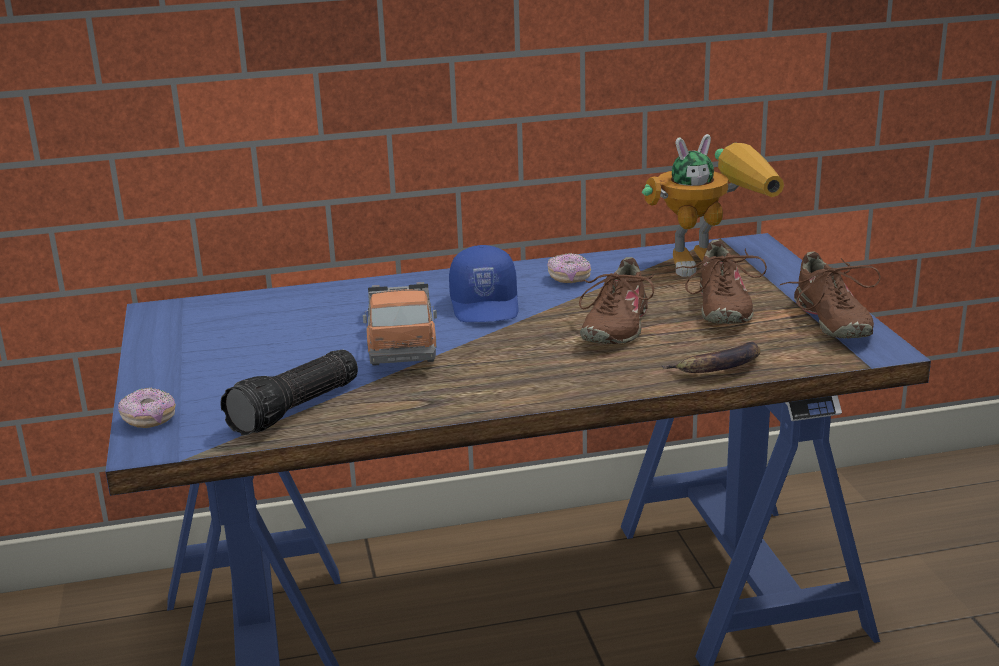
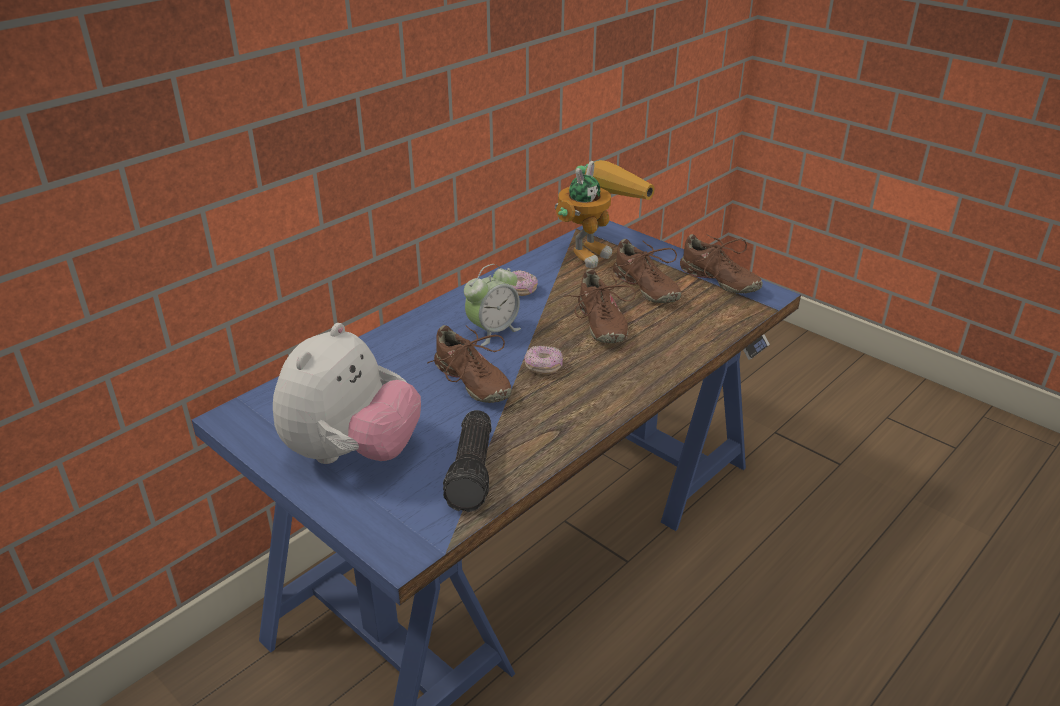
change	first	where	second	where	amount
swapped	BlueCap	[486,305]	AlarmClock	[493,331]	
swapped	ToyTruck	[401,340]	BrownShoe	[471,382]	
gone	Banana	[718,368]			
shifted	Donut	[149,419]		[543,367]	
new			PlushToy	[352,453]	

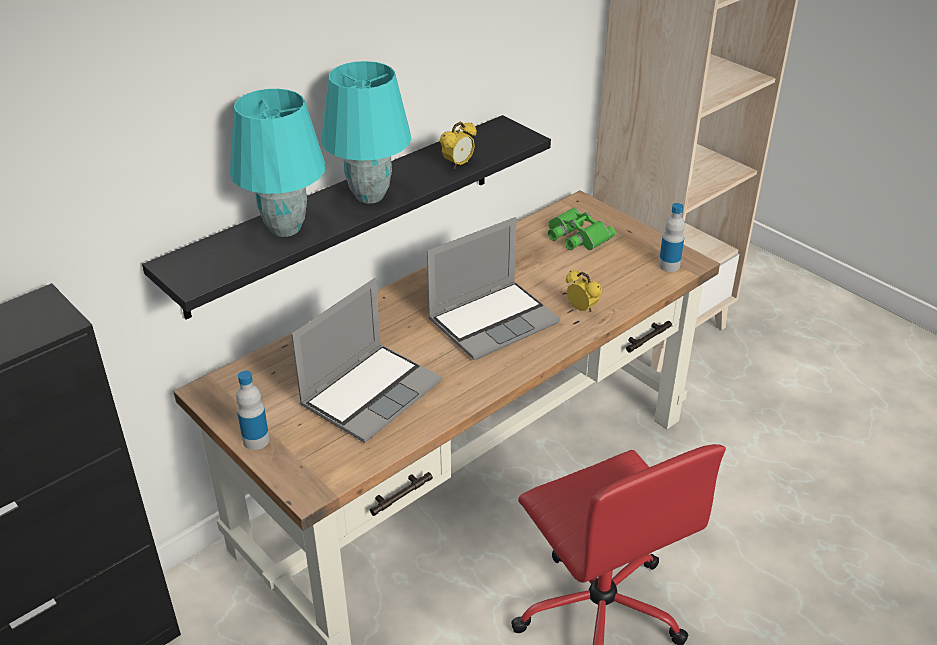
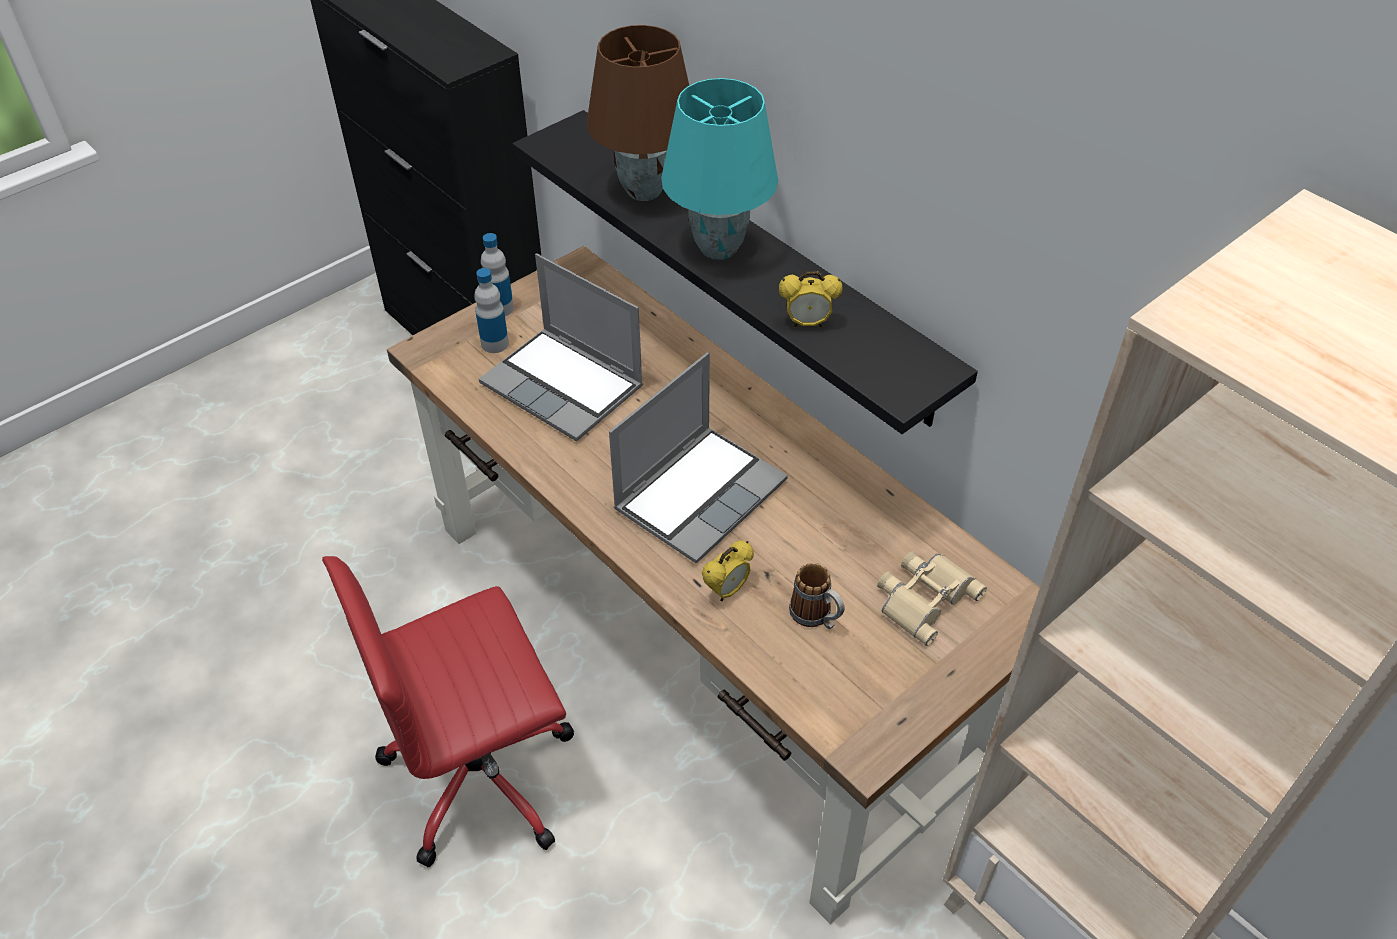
change	first	where	second	where	amount
repainted	TurquoiseTableLamp	[286,228]	BrownTableLamp	[644,192]	
rotated	AlarmClock	[458,164]		[807,323]	45 degrees counterclockwise
shifted	Bottle	[669,266]		[495,343]	
repainted	GreenBinoculars	[576,236]	BeigeBinoculars	[924,597]	
rotated	Laptop	[493,320]		[700,493]	105 degrees counterclockwise
new			Mug	[816,617]	

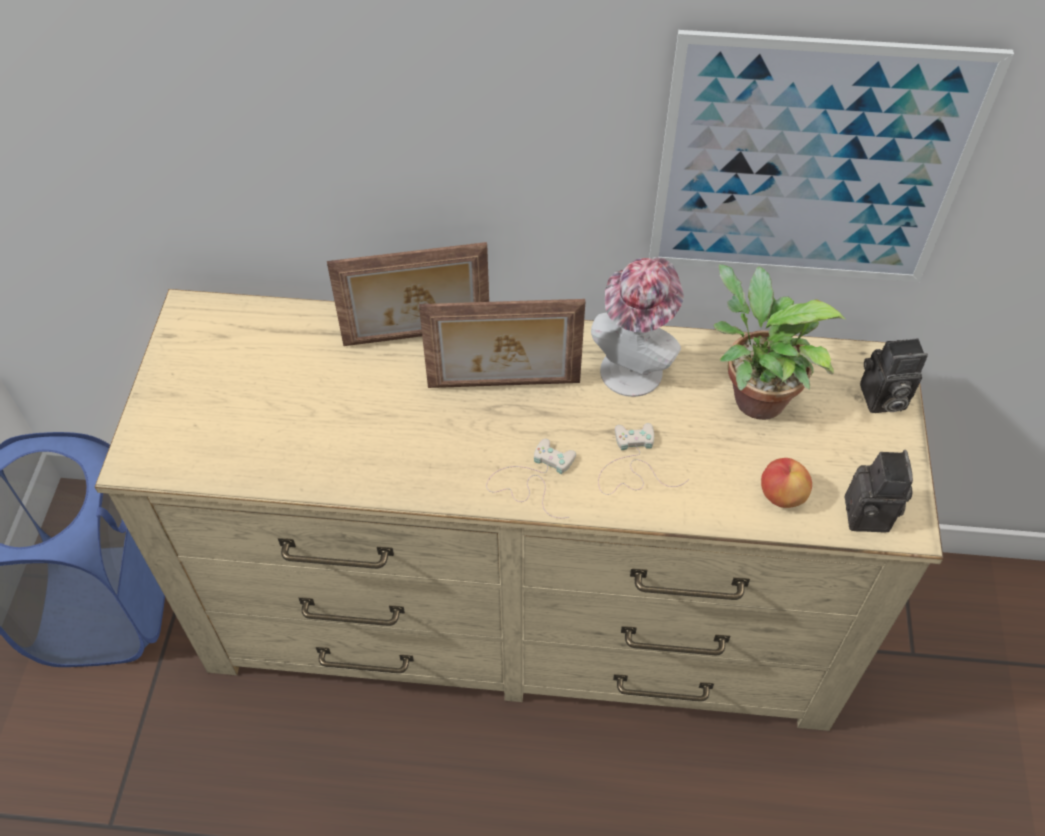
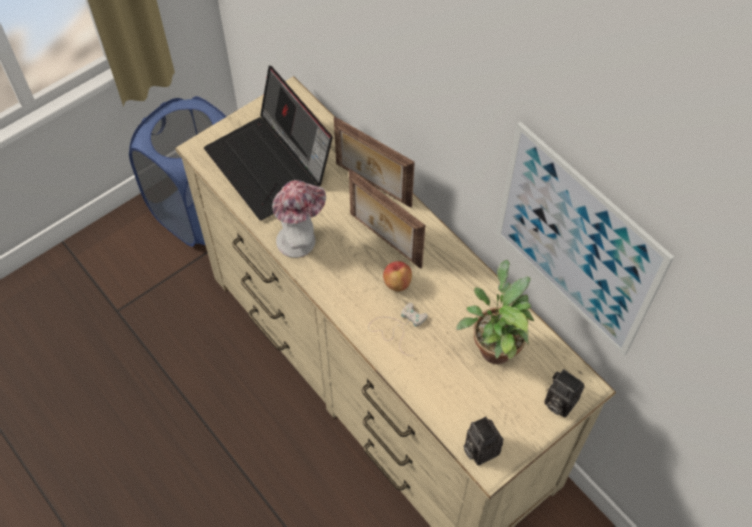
change	first	where	second	where	amount
shifted	Hat	[634,365]		[301,239]	
gone	WhiteGameController	[533,480]			
rotated	PhotoCamera	[871,517]		[479,448]	105 degrees clockwise
shifted	Apple	[781,495]		[397,283]	
new			Laptop	[271,165]	

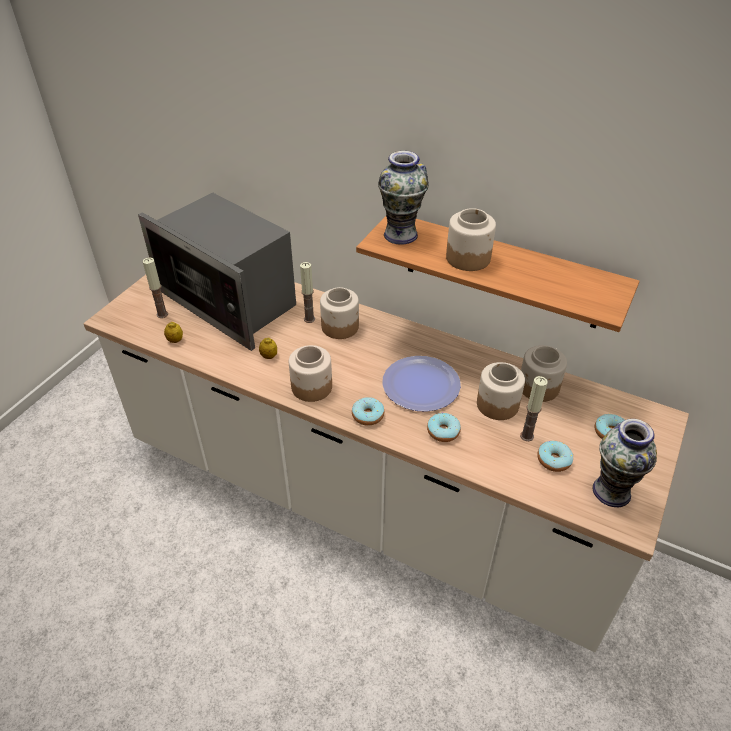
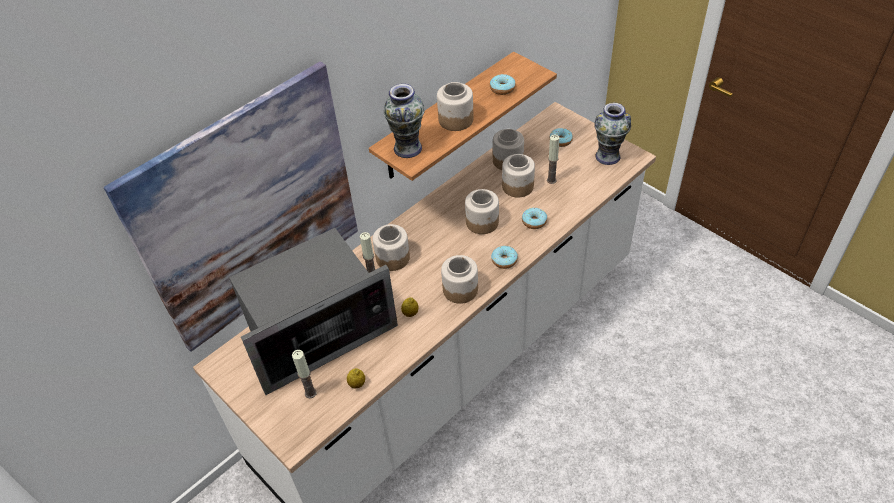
change	first	where	second	where	amount
swapped	Plate	[421,385]	Jar	[482,222]	
shifted	Donut	[554,460]		[502,88]	
new			Picture	[249,210]	

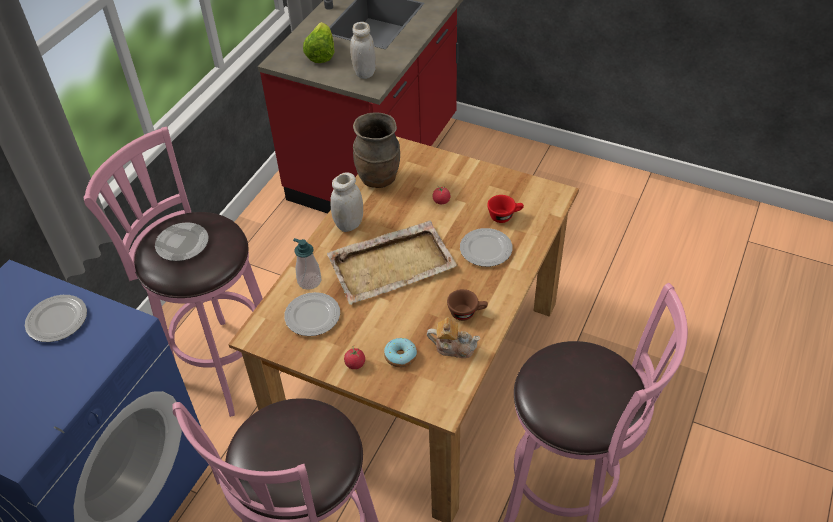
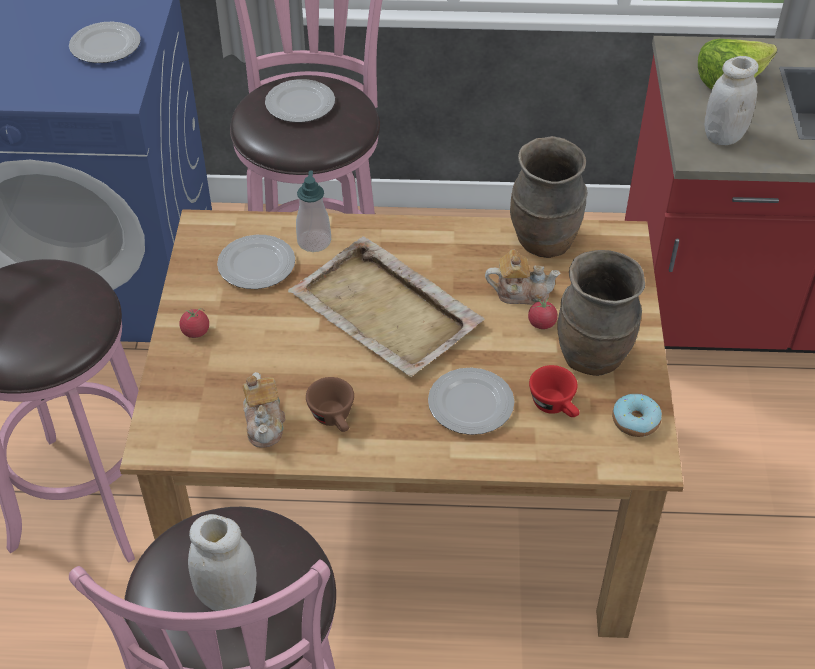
change	first	where	second	where	amount
shifted	WhiteJar	[349,224]		[228,597]	
shifted	Donut	[400,356]		[635,421]	
new			Teapot	[521,292]	
new			BrownVase	[593,358]	

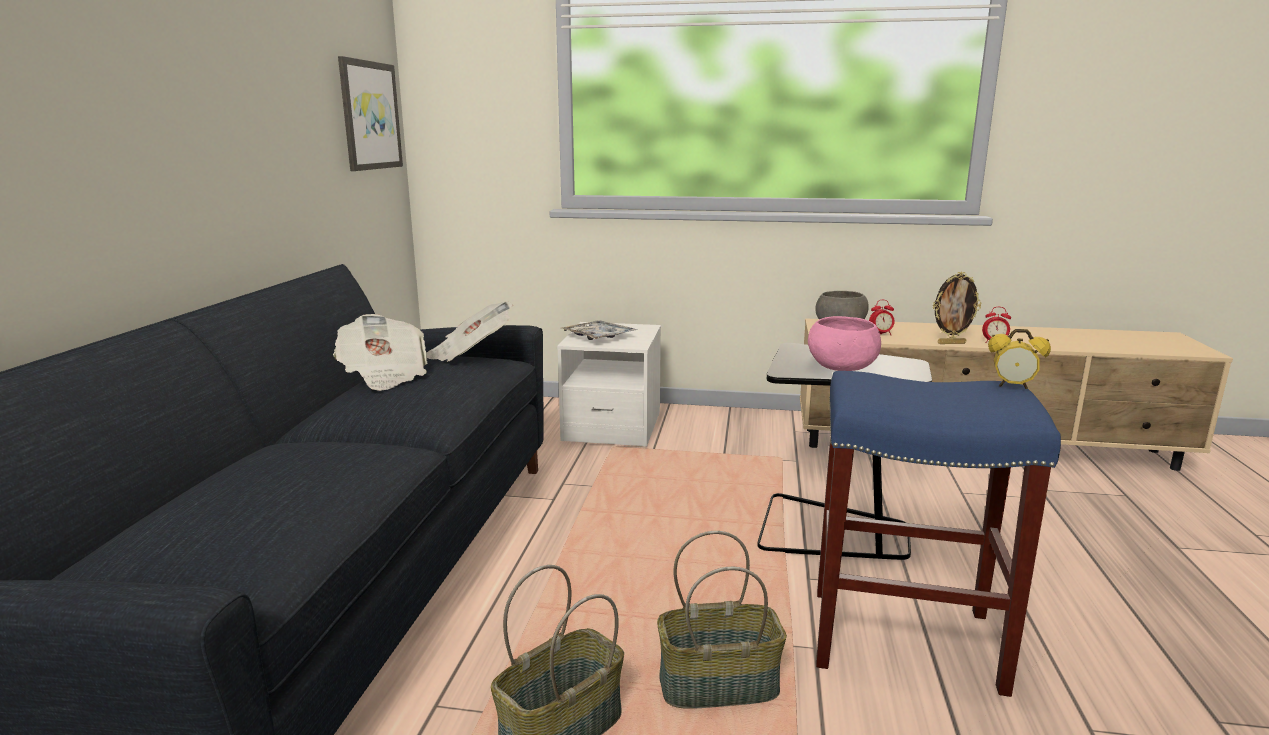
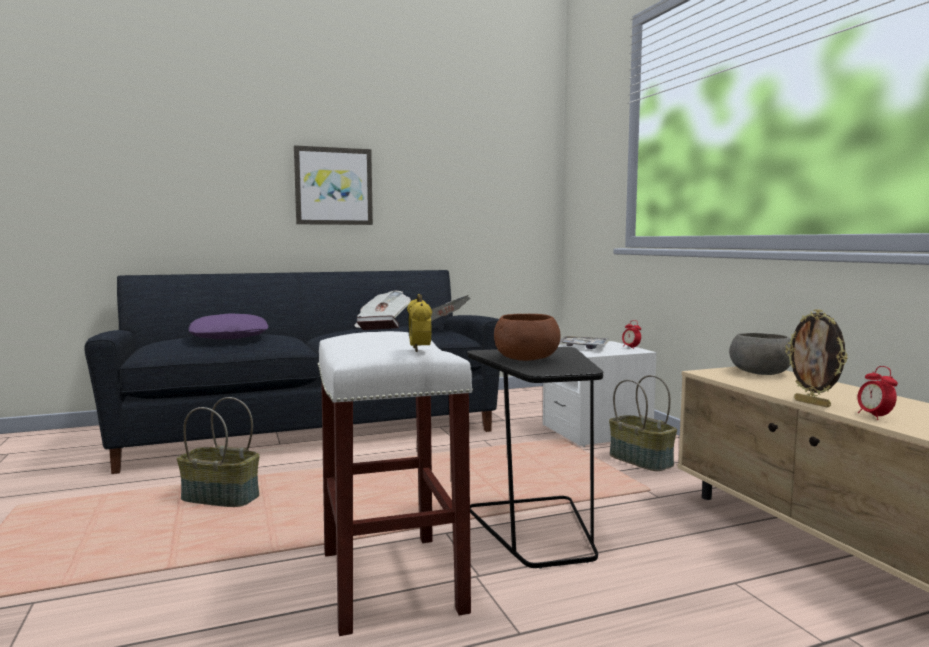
change	first	where	second	where	amount
shifted	Picture	[369,115]		[333,186]	
shifted	AlarmClock	[880,334]		[631,348]	
repainted	PinkBowl	[842,367]	BrownBowl	[525,359]	
repainted	BlueStool	[907,638]	WhiteStool	[392,581]	
shifted	Basket	[719,684]		[642,460]	
new			PurplePillow	[230,337]	
new			Book	[378,331]	

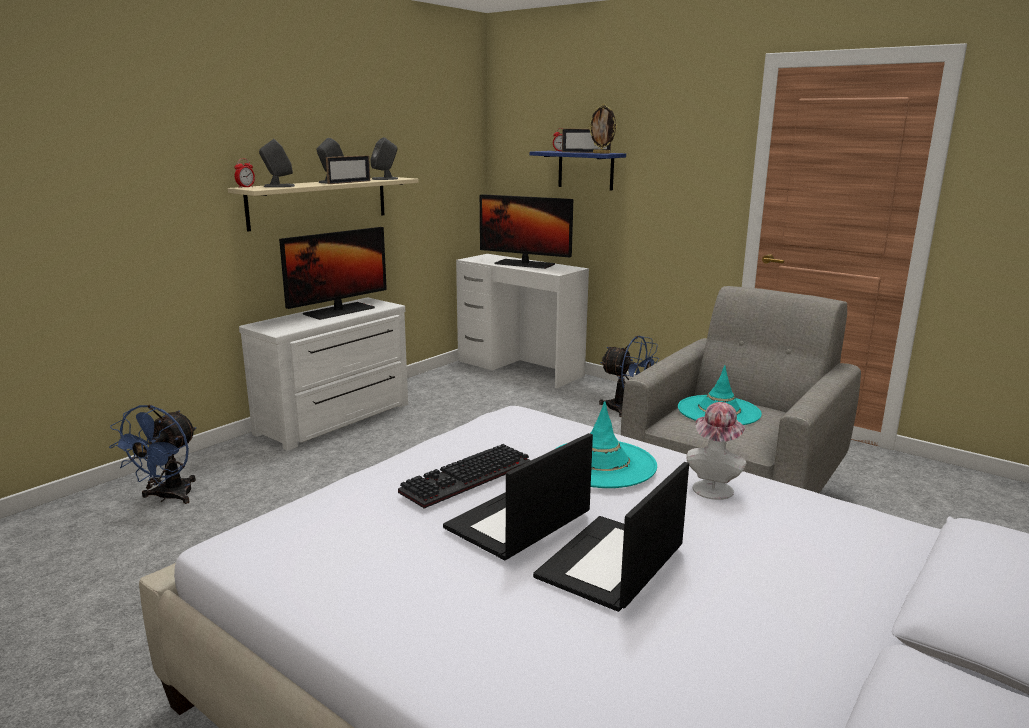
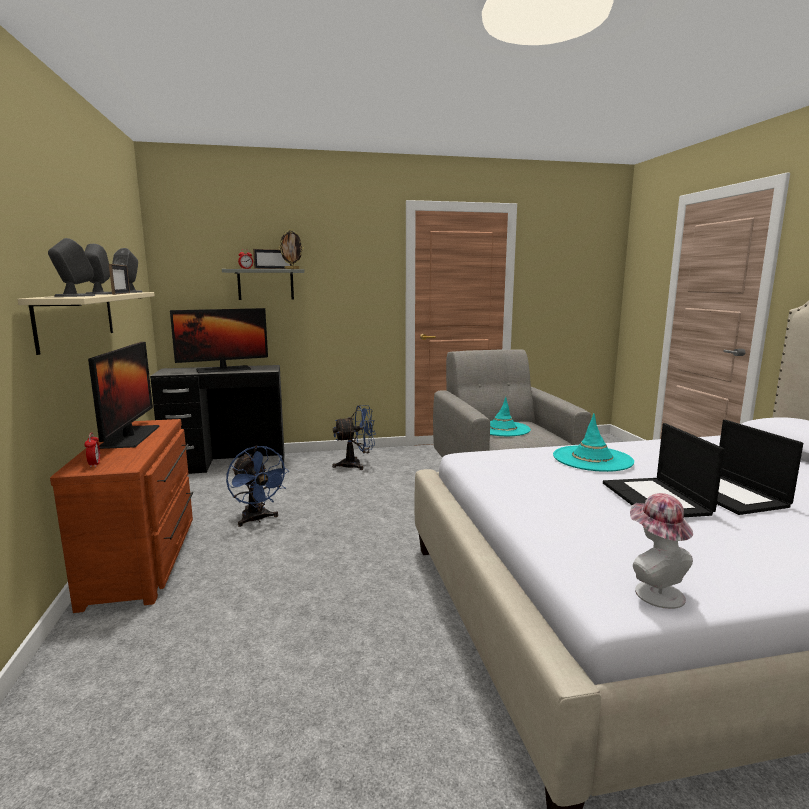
change	first	where	second	where	amount
repainted	BlueShelf	[585,170]	GreyShelf	[265,284]	
shifted	AlarmClock	[245,187]		[94,464]	
repainted	WhiteDesk	[520,368]	BlackDesk	[226,464]	
repainted	WhiteDresser	[337,419]	BrownDresser	[146,558]	
shifted	Hat	[713,487]		[653,591]	
shifted	BlueFan	[168,497]		[257,519]	
gone	Keyboard	[467,480]			

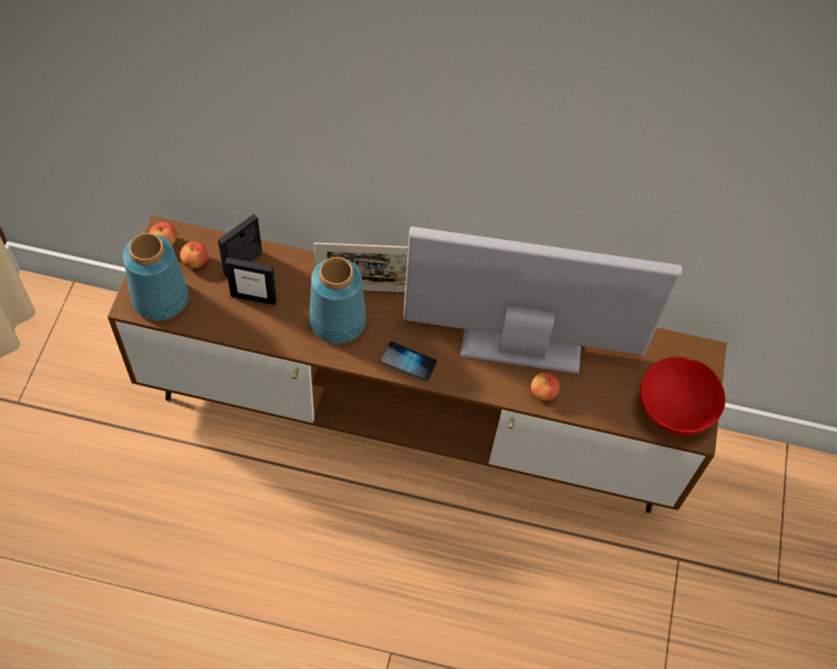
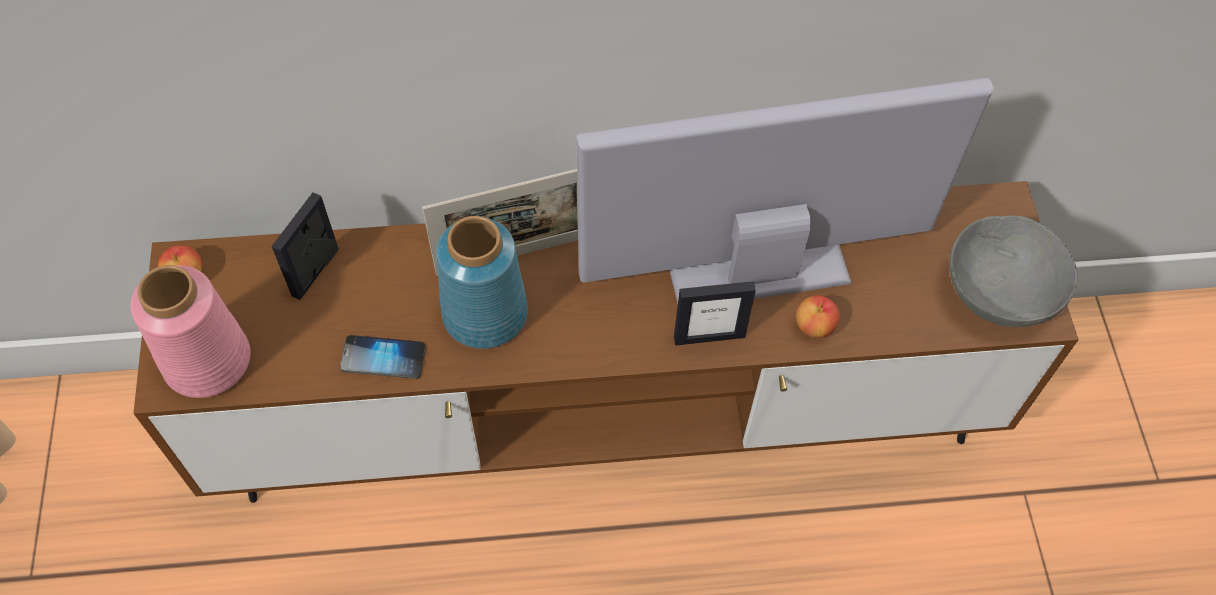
change	first	where	second	where	amount
repainted	BlueVase	[160,297]	PinkVase	[206,360]	
gone	Apple	[195,261]			
shifted	PictureFrame	[253,297]		[709,336]	
shifted	Phone	[408,362]		[383,358]	
repainted	RedBowl	[674,409]	GreyBowl	[998,292]	

